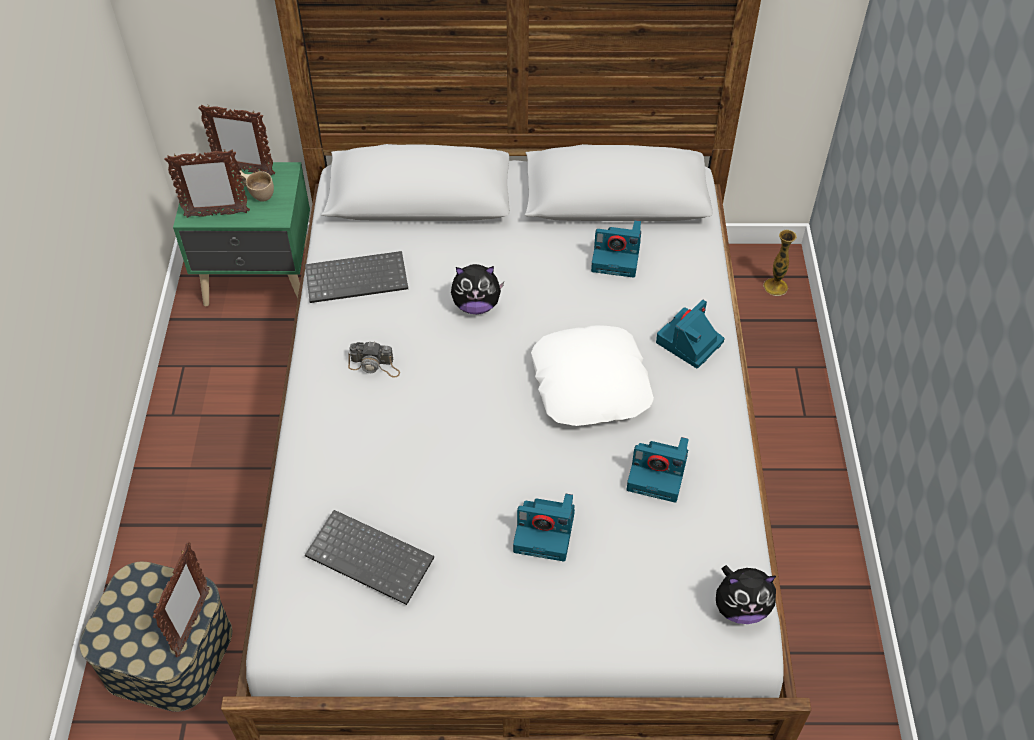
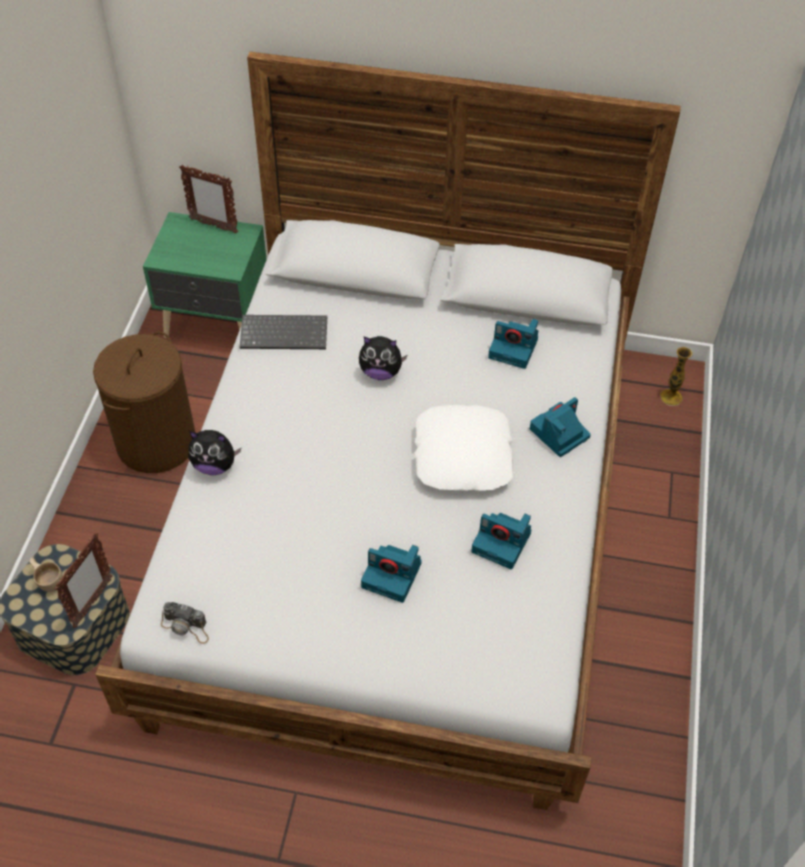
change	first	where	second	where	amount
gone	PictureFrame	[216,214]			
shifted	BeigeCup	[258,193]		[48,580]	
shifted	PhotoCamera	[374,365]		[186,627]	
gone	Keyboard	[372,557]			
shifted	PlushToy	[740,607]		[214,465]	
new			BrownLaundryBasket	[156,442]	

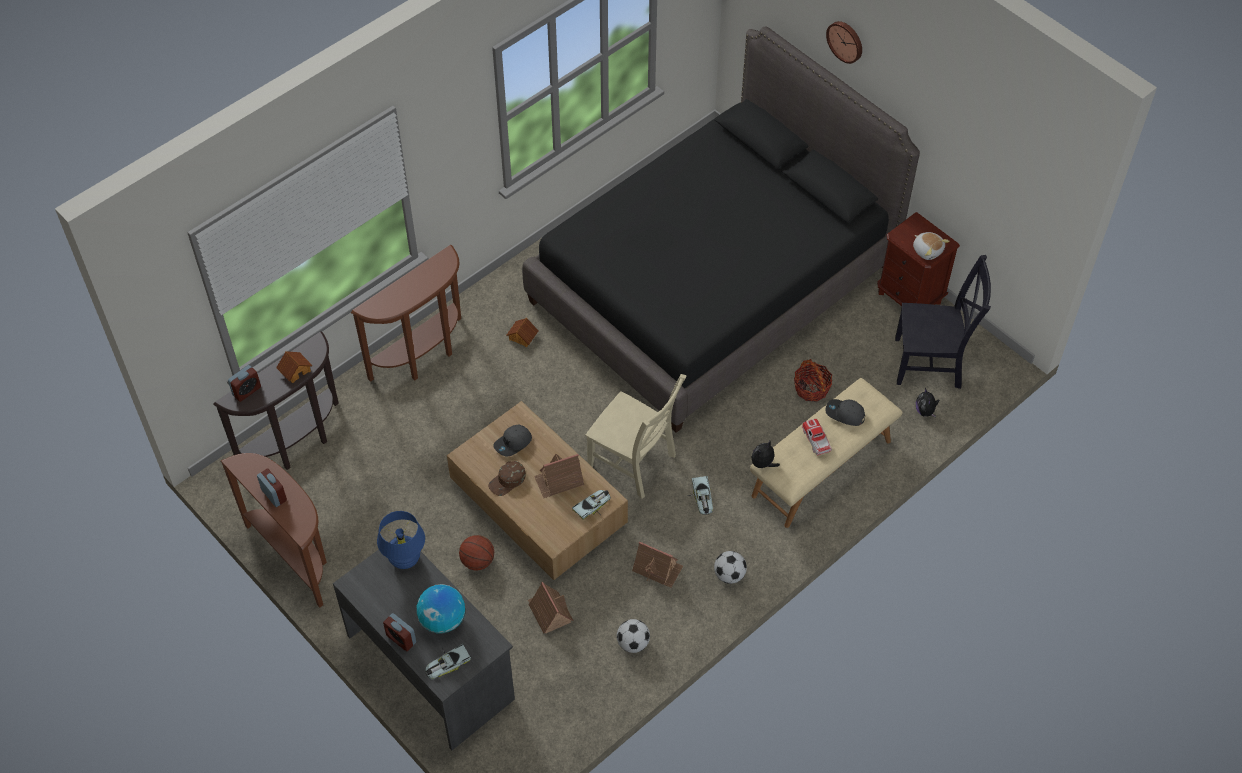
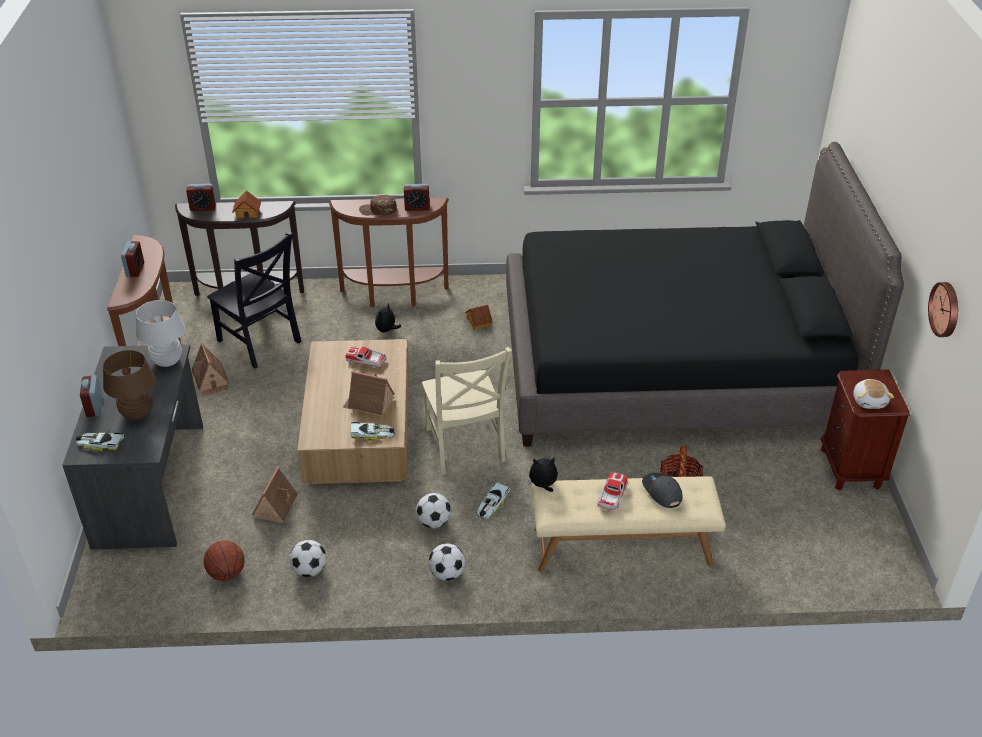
change	first	where	second	where	amount
shifted	WallClock	[846,41]		[946,309]	
shifted	BlackChair	[931,363]		[260,343]	
shifted	PlushToy	[925,411]		[387,330]	
swapped	GreyCap	[513,443]	ToyCar	[366,361]	
shifted	BrownCap	[507,481]		[378,210]	
repainted	BlueTableLamp	[405,559]	WhiteTableLamp	[167,361]	
shifted	Basketball	[478,561]		[227,573]	
shifted	ToyHouse	[657,568]		[211,380]	
swapped	Globe	[442,620]	BrownTableLamp	[137,413]	
new			AlarmClock	[417,208]	
new			Football	[434,522]	

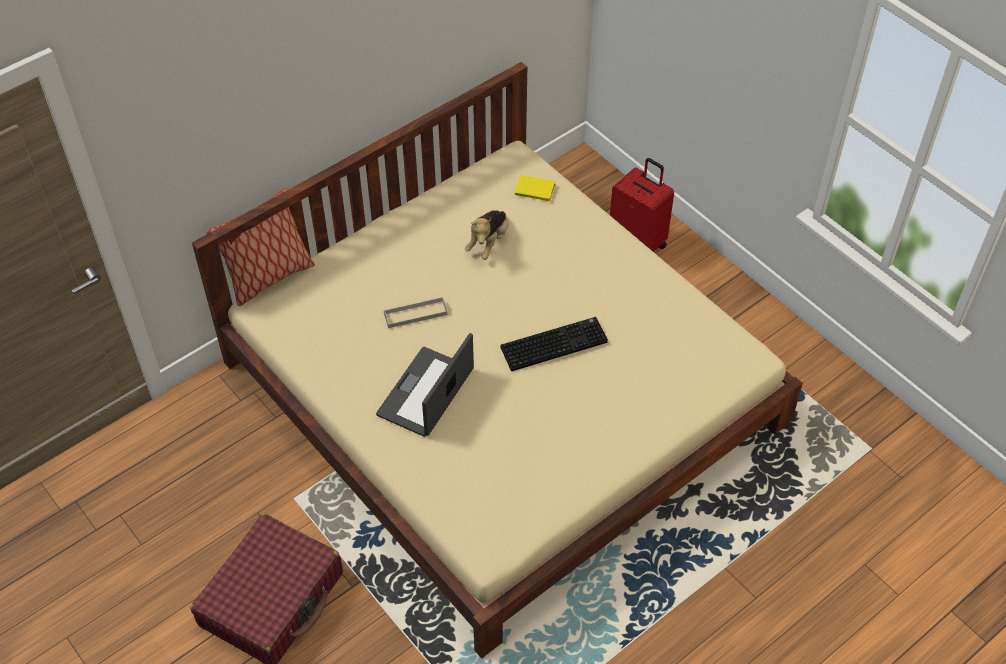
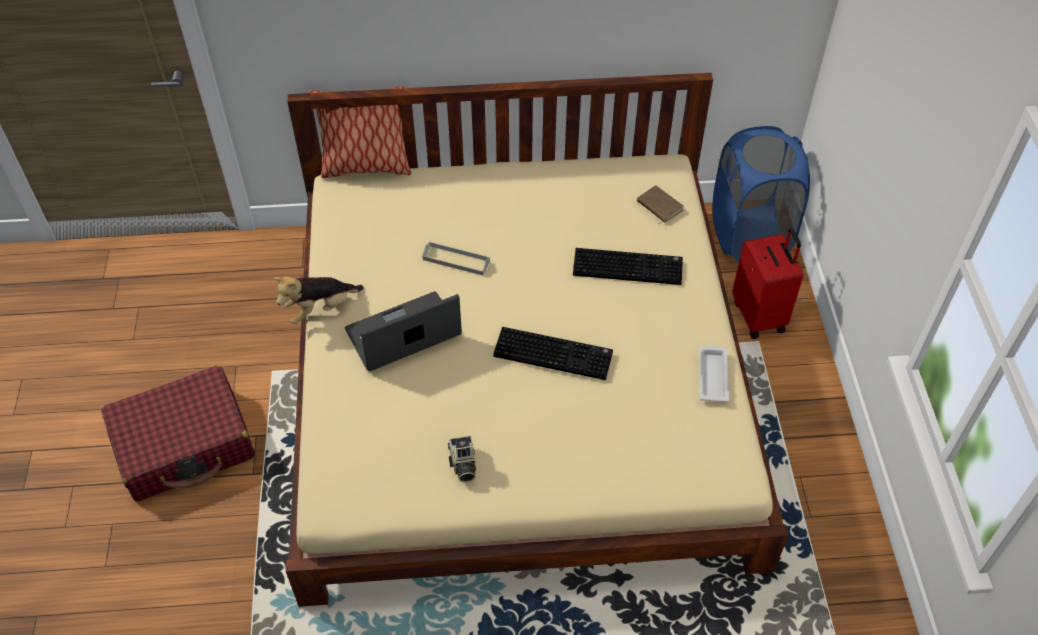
change	first	where	second	where	amount
repainted	YellowBook	[534,191]	BrownBook	[658,206]	
shifted	PlushToy	[488,242]		[320,309]	
new			BlueLaundryBasket	[749,236]	
new			Keyboard	[629,266]	
new			WhiteTray	[712,375]	
new			PhotoCamera	[462,465]	

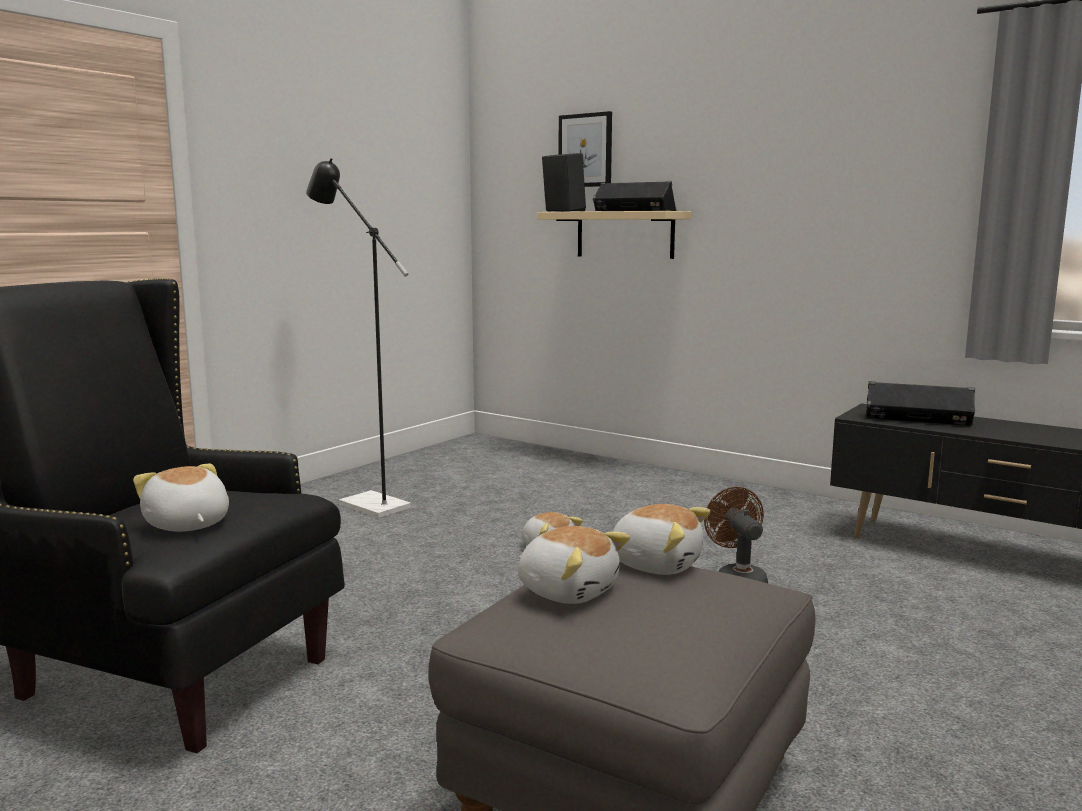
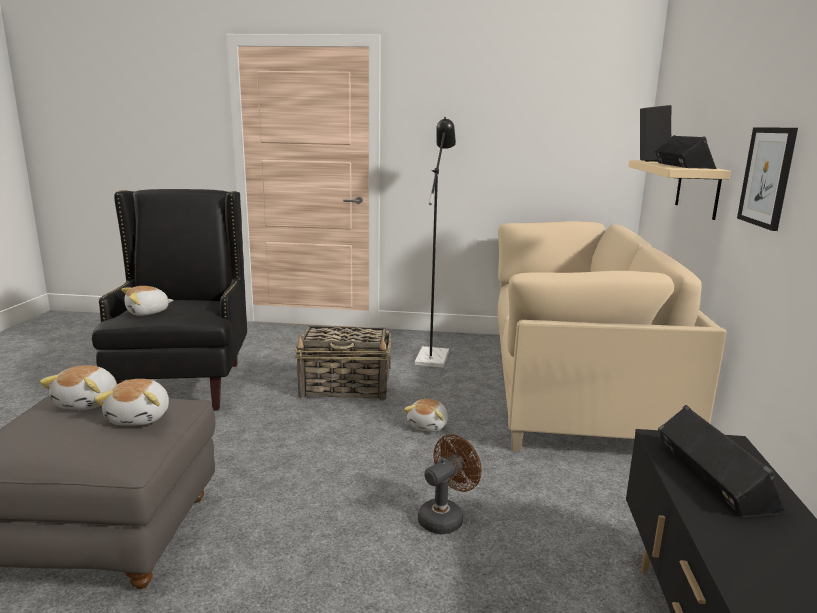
change	first	where	second	where	amount
shifted	Picture	[585,150]		[767,177]	
rotated	PlushToy	[186,525]		[148,312]	150 degrees counterclockwise
new			BeigeSofa	[574,387]	
new			Basket	[346,388]	

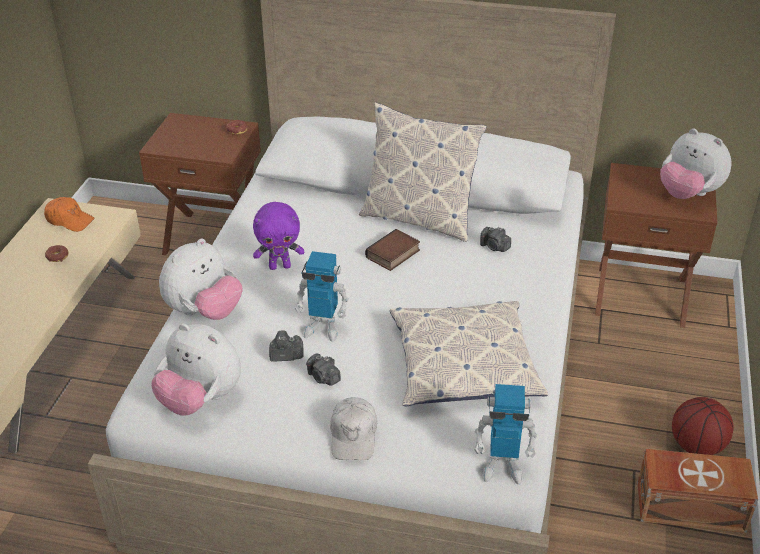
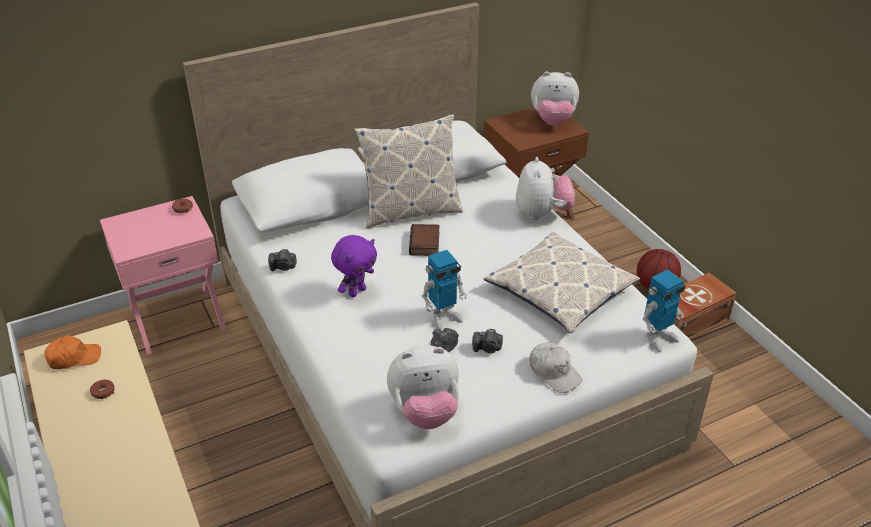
change	first	where	second	where	amount
repainted	BrownNightstand	[213,237]	PinkNightstand	[177,318]	
shifted	PhotoCamera	[494,247]		[283,267]	
shifted	PlushToy	[204,312]		[542,213]	

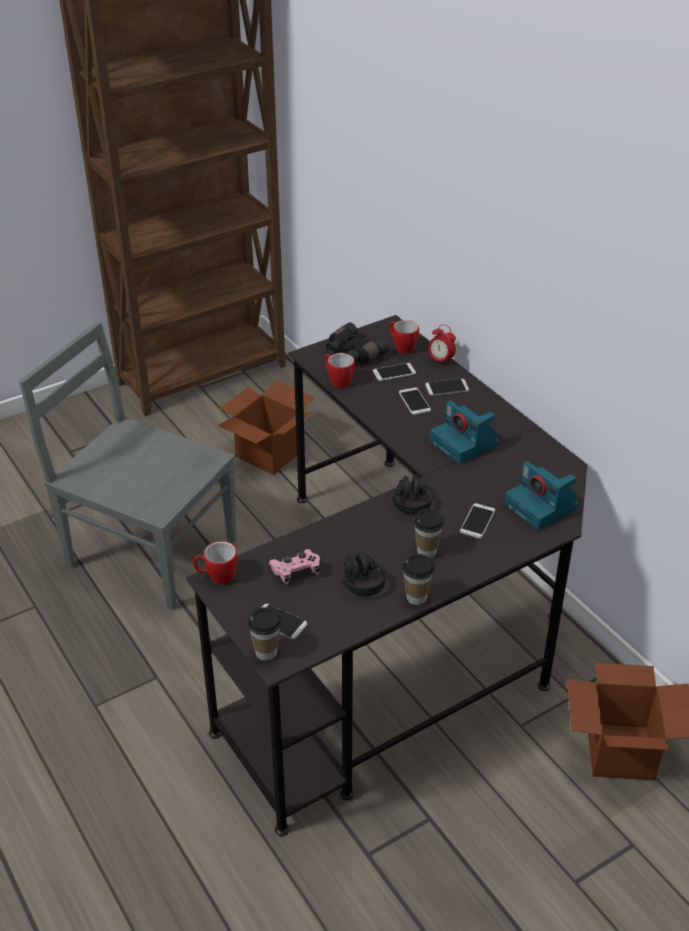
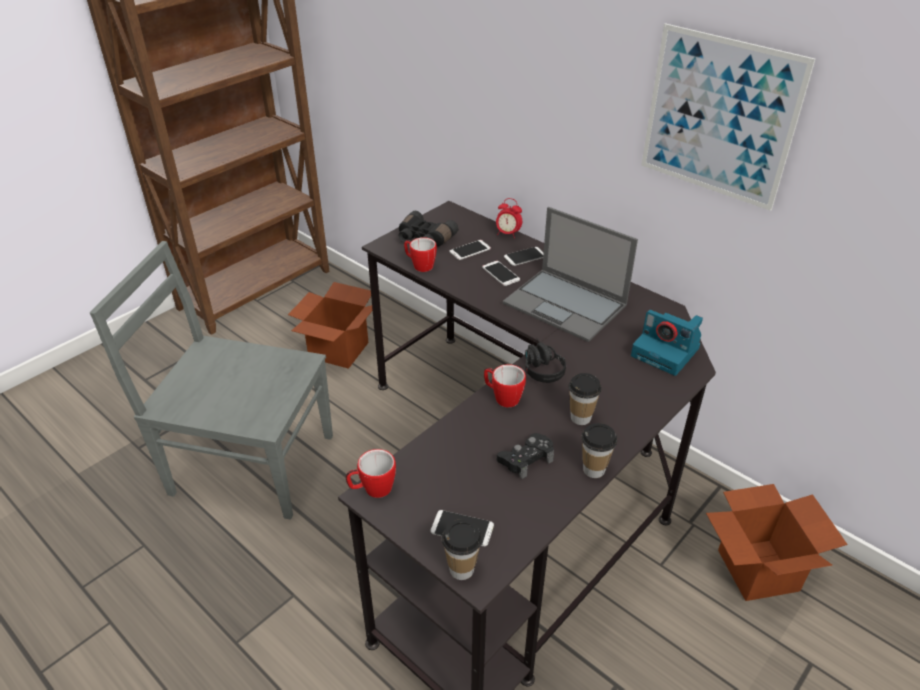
change	first	where	second	where	amount
shifted	Mug	[402,347]		[502,397]	
swapped	PhotoCamera	[465,443]	Laptop	[566,305]	
gone	Phone	[477,521]			
swapped	BlackHeadphones	[359,577]	BlackGameController	[526,459]	
gone	PinkGameController	[296,572]			
new			Picture	[719,117]	

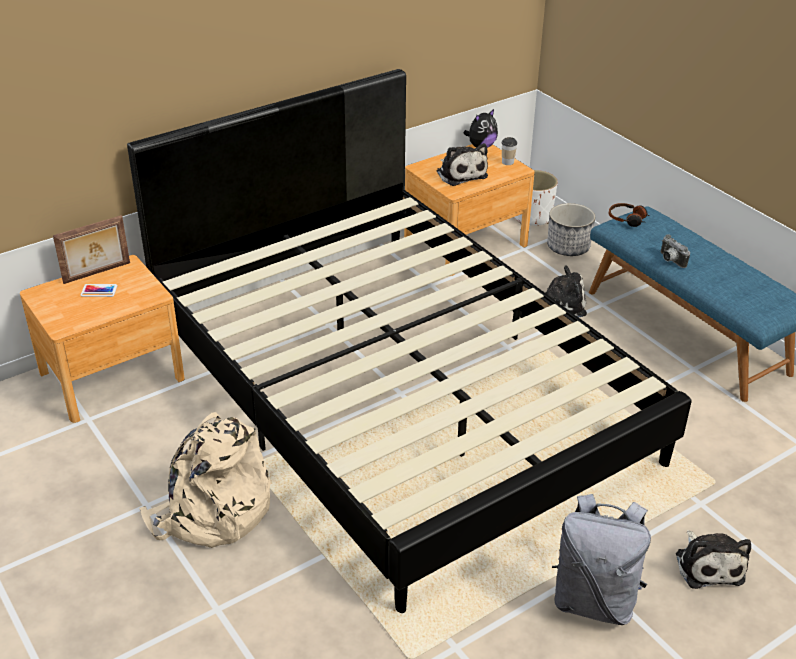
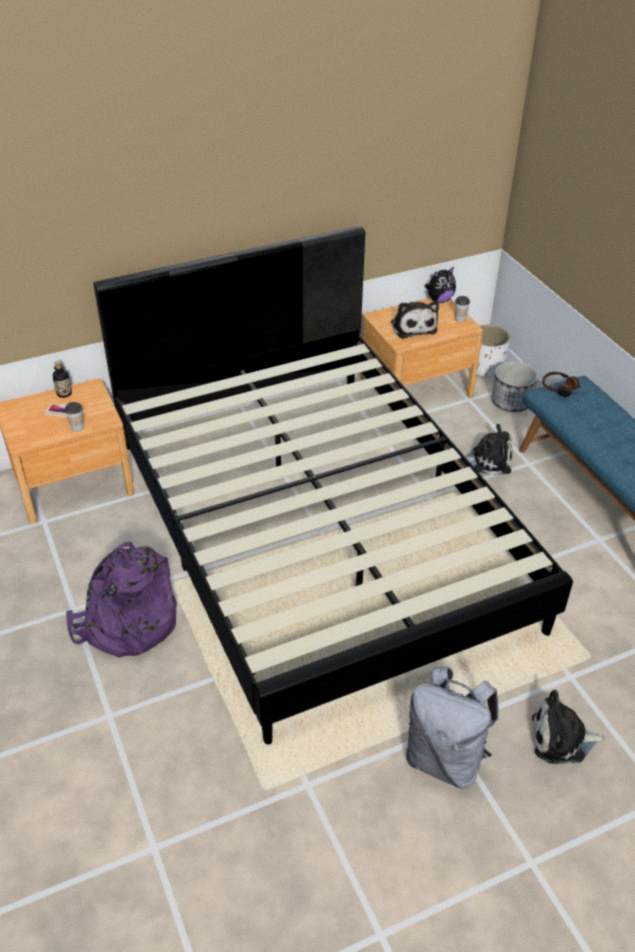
change	first	where	second	where	amount
swapped	PictureFrame	[97,273]	Bottle	[64,393]	
gone	PhotoCamera	[670,260]			
repainted	BeigeBackpack	[212,512]	PurpleBackpack	[127,624]	
rotated	PlushToy	[708,565]		[562,739]	90 degrees clockwise
new			Cup	[77,427]	

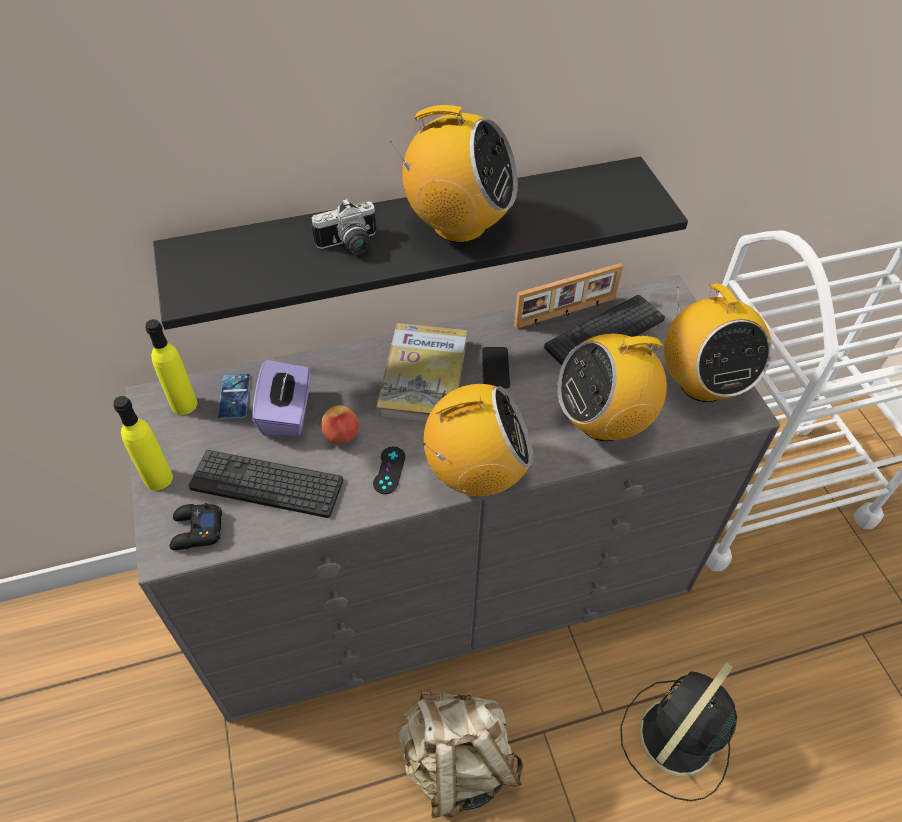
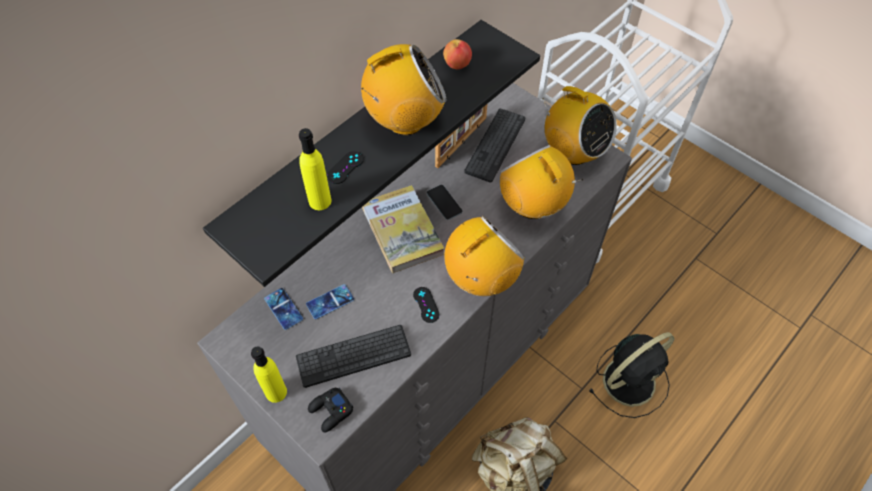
change	first	where	second	where	amount
swapped	PhotoCamera	[350,245]	BlackGameController	[345,167]	
shifted	YellowBottle	[184,404]		[320,201]	
rotated	Radio	[603,421]		[533,205]	105 degrees clockwise
swapped	PurpleTissueBox	[287,413]	Phone	[330,302]	
shifted	Apple	[341,435]		[457,64]	
rotated	BlackFan	[675,739]		[631,380]	135 degrees counterclockwise

